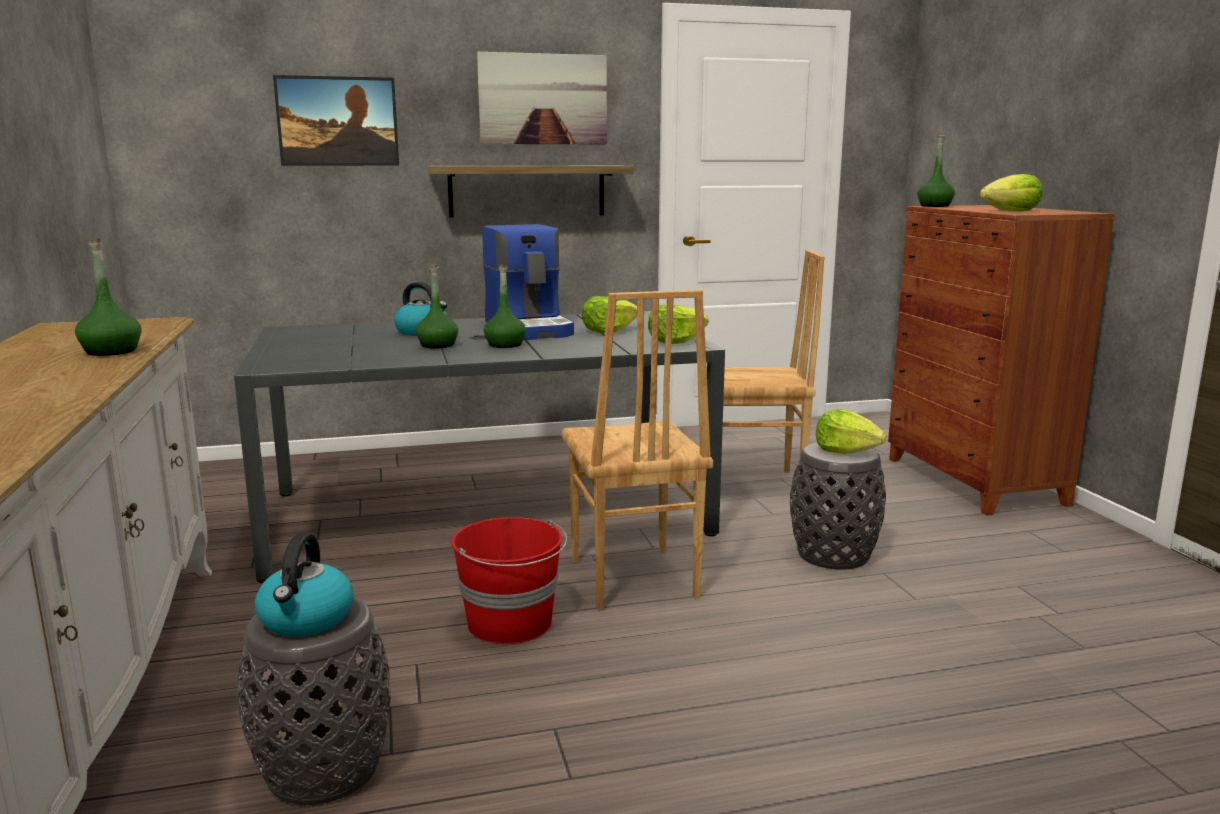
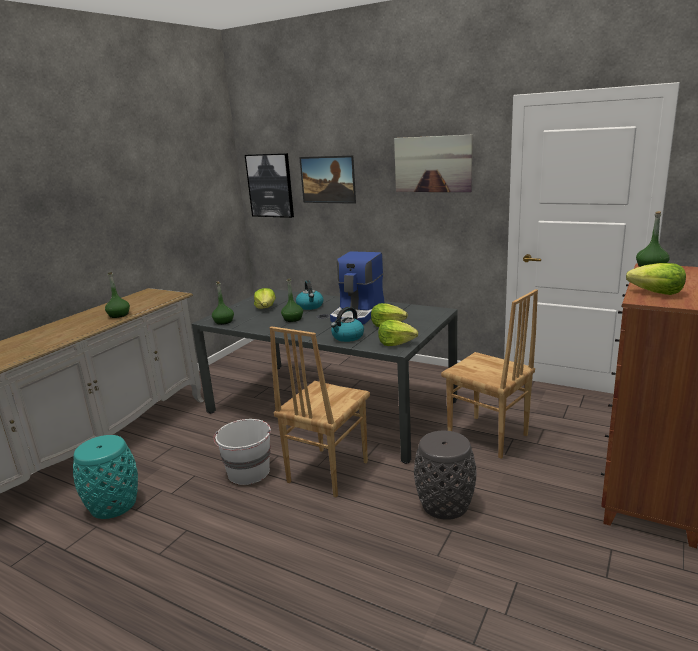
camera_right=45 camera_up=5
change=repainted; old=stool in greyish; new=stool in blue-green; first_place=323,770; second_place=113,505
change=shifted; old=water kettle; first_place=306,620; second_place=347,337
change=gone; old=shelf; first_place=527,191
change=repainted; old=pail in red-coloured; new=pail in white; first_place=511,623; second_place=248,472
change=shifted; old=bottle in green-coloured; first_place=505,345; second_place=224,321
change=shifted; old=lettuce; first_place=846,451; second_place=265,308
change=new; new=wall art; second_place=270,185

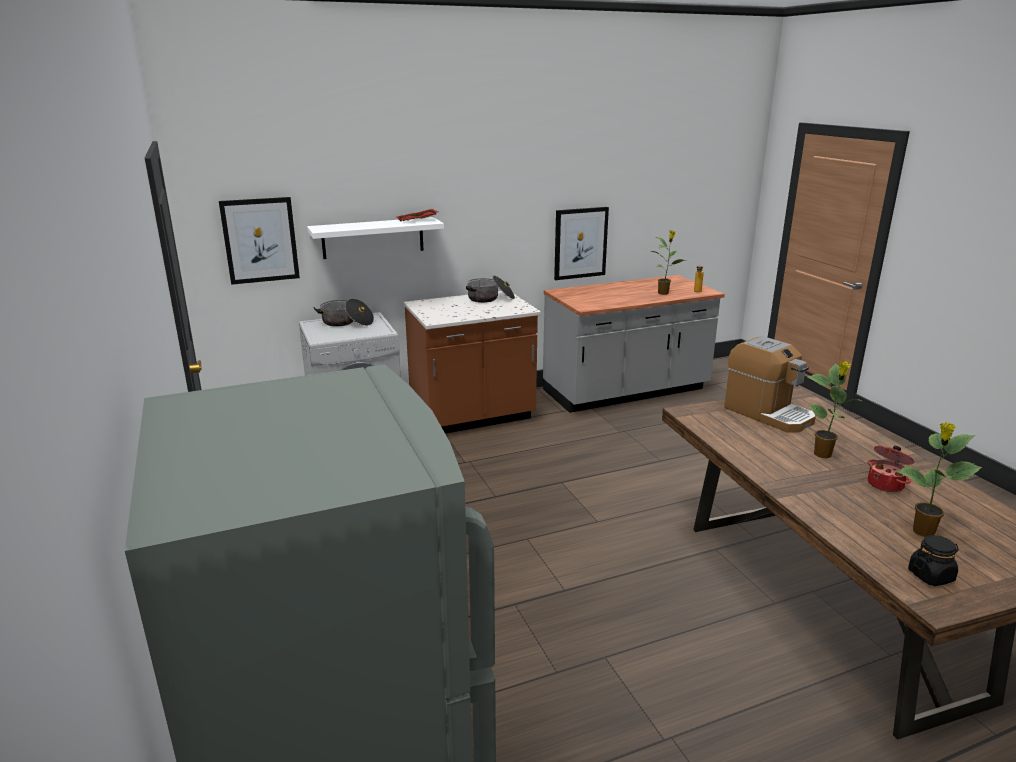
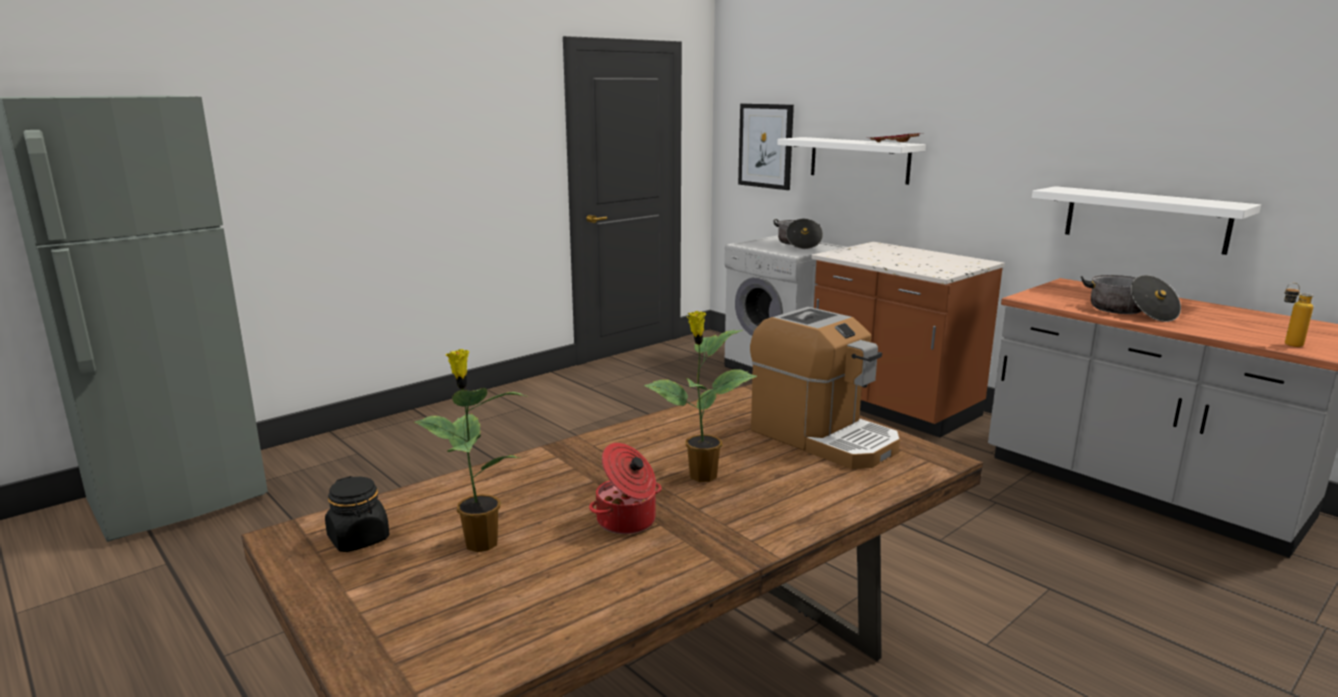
camera_right=70 camera_up=-5
change=shifted; old=saucepot; first_place=490,298; second_place=1129,311
change=swapped; old=wall art; new=shelf in white; first_place=580,243; second_place=1145,219
change=gone; old=plant in a pot; first_place=664,293
change=rotated; old=coffee maker; first_place=768,413; second_place=823,438; degrees=-75

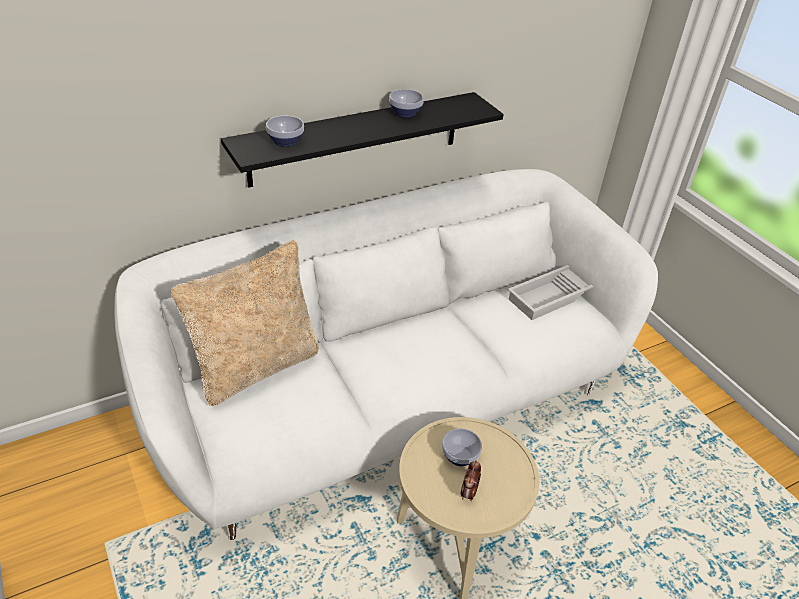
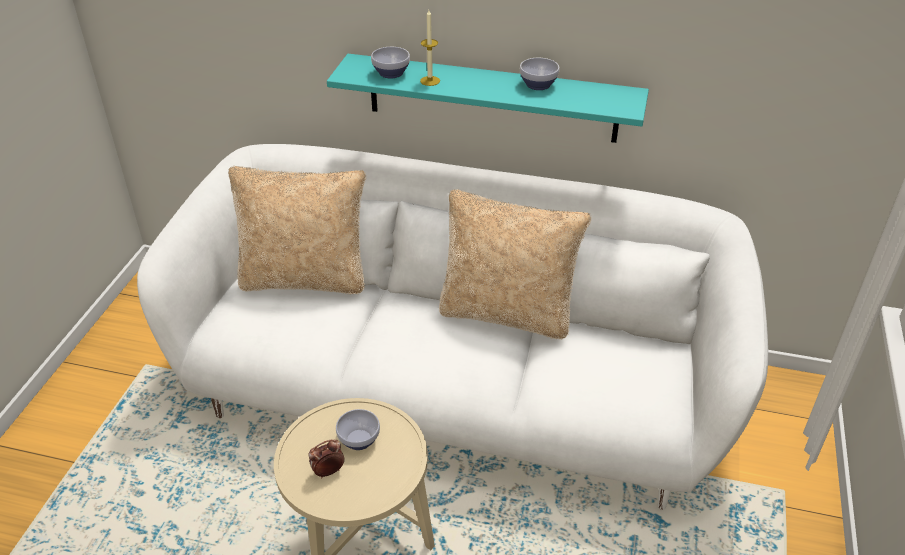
camera_right=45 camera_up=0
change=repainted; old=shelf in black; new=shelf in blue-green; first_place=356,139; second_place=492,98
change=gone; old=carrying tray in white; first_place=554,296
change=new; new=wax candle; second_place=430,81
change=new; new=pillow in sand-coloured; second_place=507,317

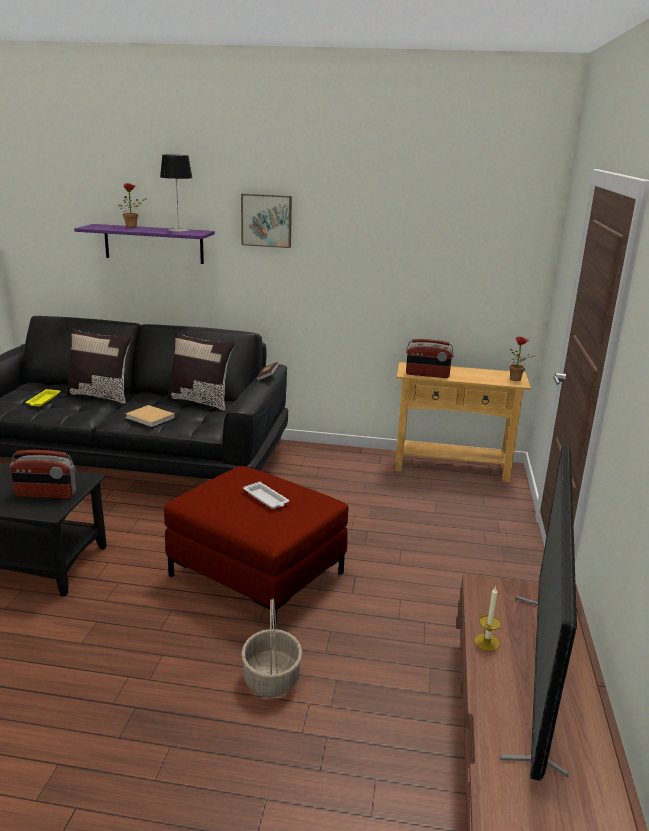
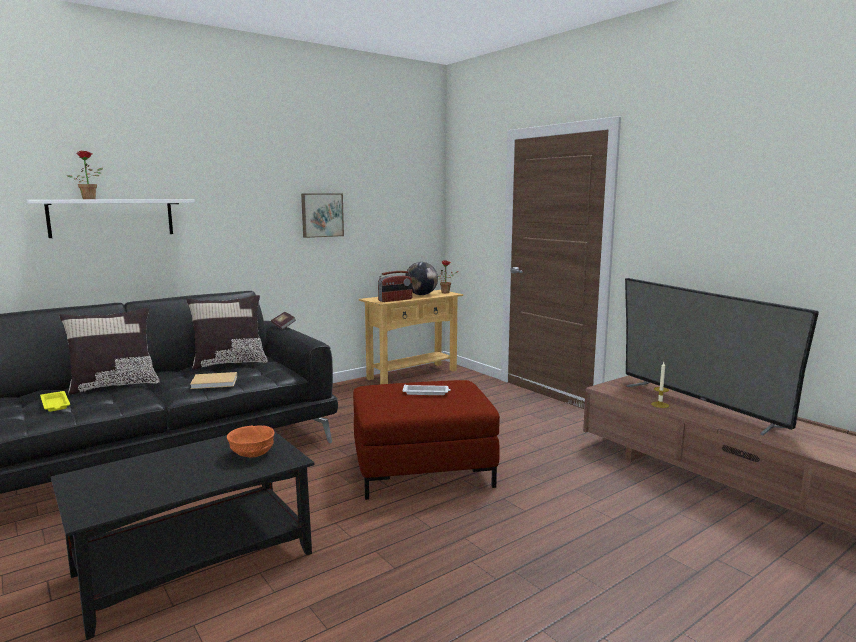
camera_right=-45 camera_up=-10
change=swapped; old=radio set; new=serving bowl in orange-coloured; first_place=46,494; second_place=252,453
change=repainted; old=shelf in purple-coloured; new=shelf in white; first_place=153,244; second_place=112,217
change=gone; old=table lamp; first_place=178,230
change=shifted; old=wall art; first_place=267,220; second_place=321,215
change=gone; old=basket; first_place=272,679
change=new; new=globe; second_place=421,295

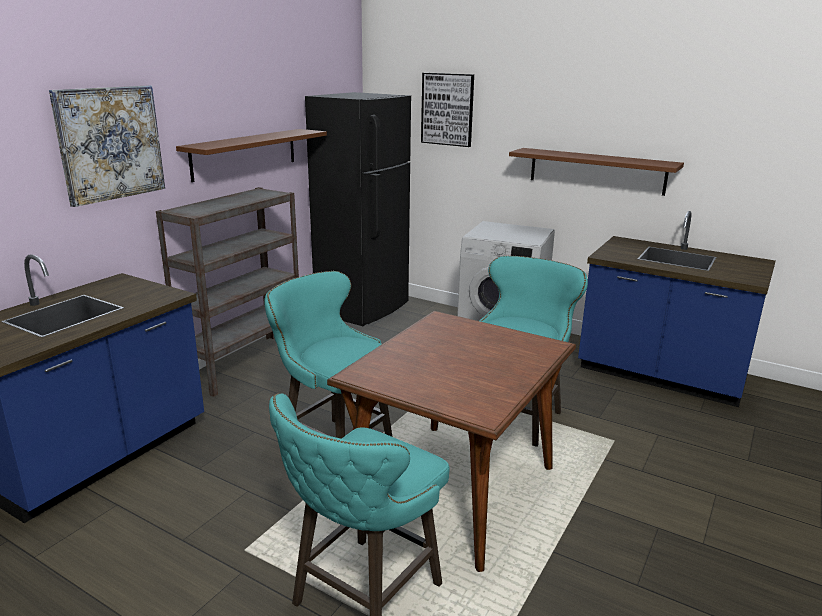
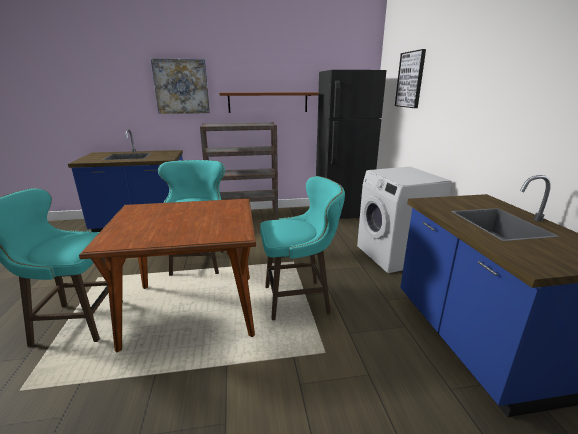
camera_right=50 camera_up=0
change=gone; old=shelf in brownish; first_place=596,171

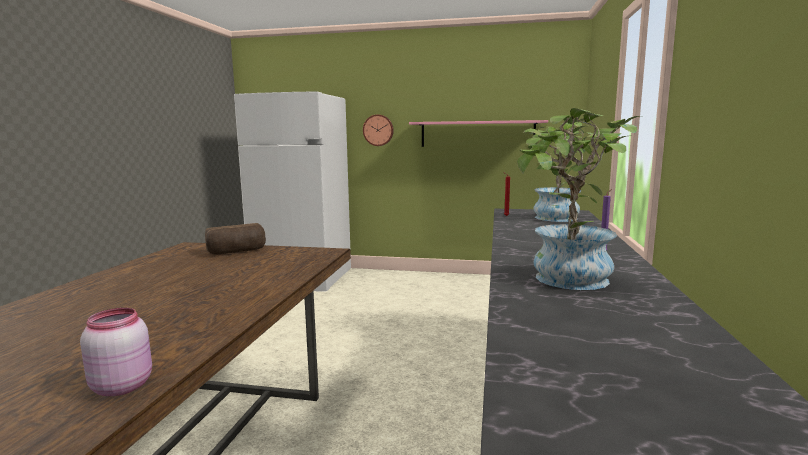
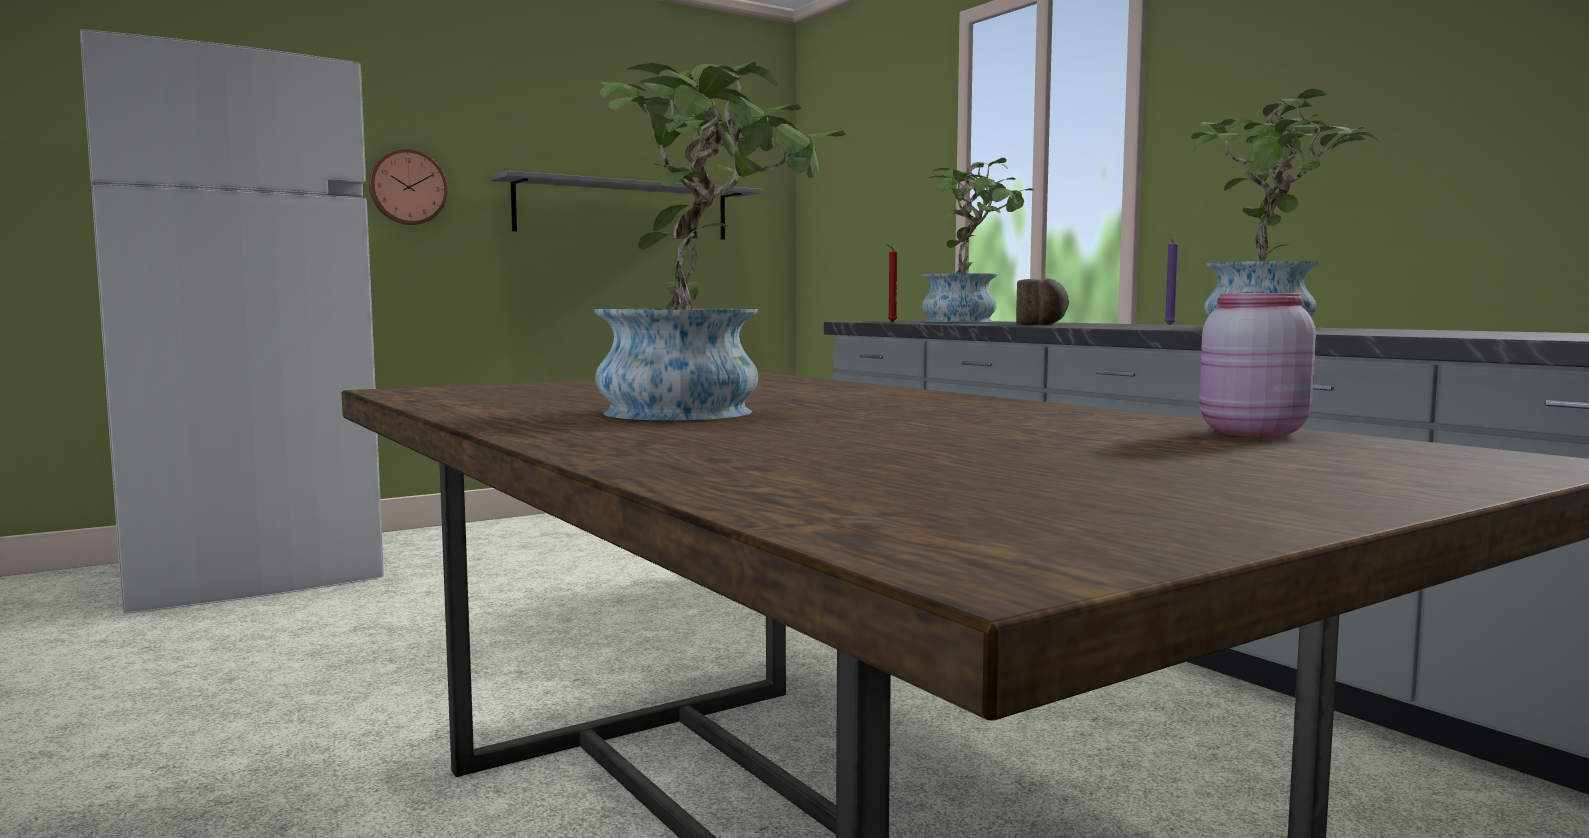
camera_right=-45 camera_up=-5
change=shifted; old=bakery bread; first_place=237,251; second_place=1043,324
change=repainted; old=shelf in pink-coloured; new=shelf in greyish; first_place=477,134; second_place=624,210
change=new; new=plant in a pot; second_place=702,411

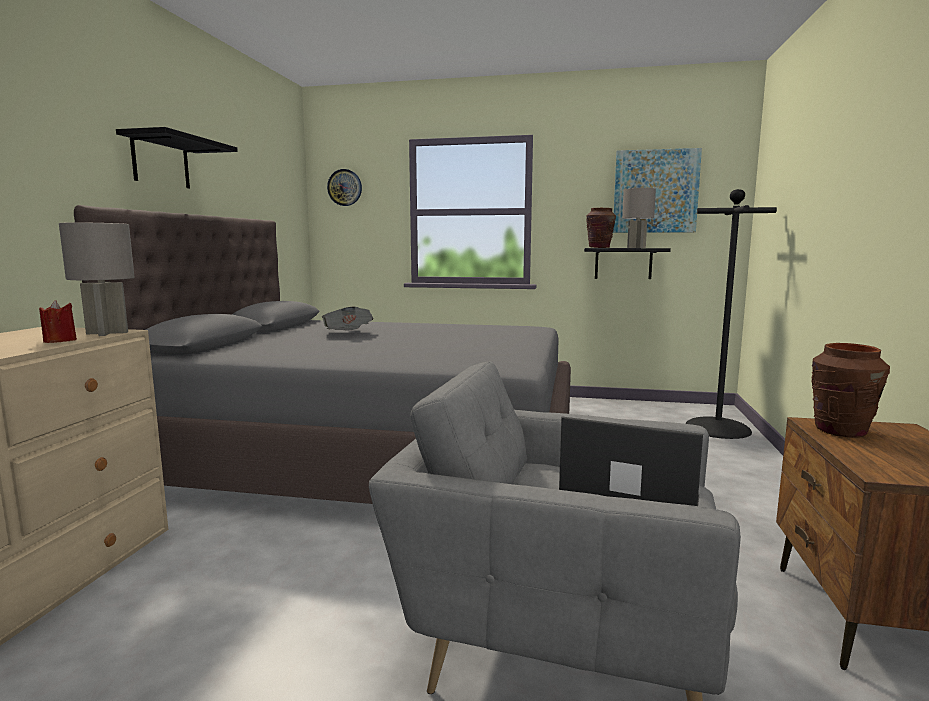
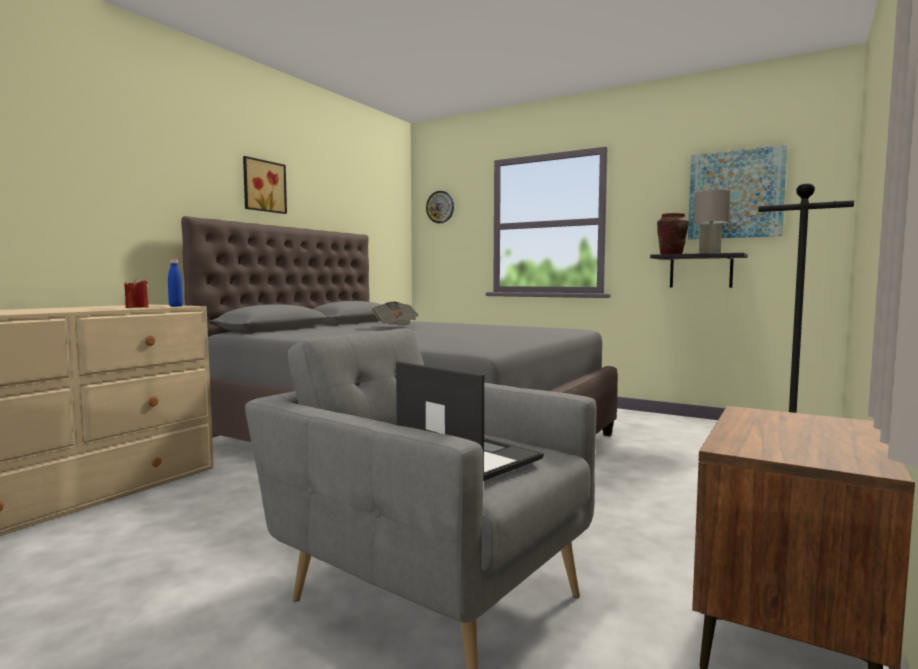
camera_right=20 camera_up=-5
change=swapped; old=table lamp in greyish; new=bottle in blue; first_place=107,333; second_place=176,306
change=swapped; old=shelf in black; new=wall art; first_place=161,162; second_place=263,186
change=gone; old=decorative vase in brownish; first_place=841,431

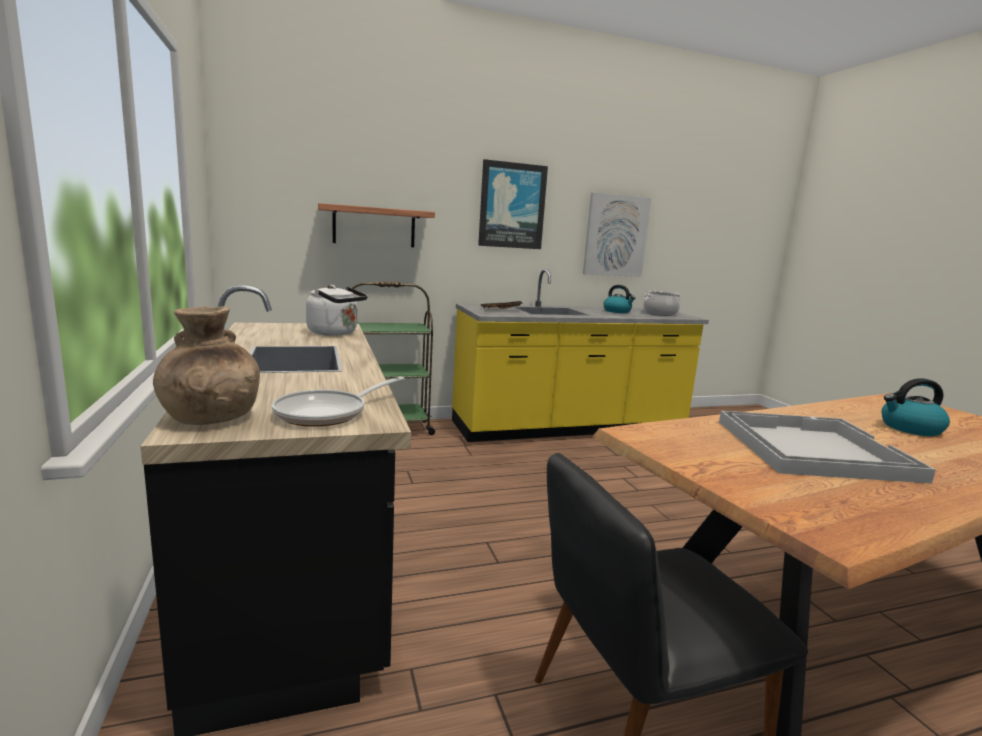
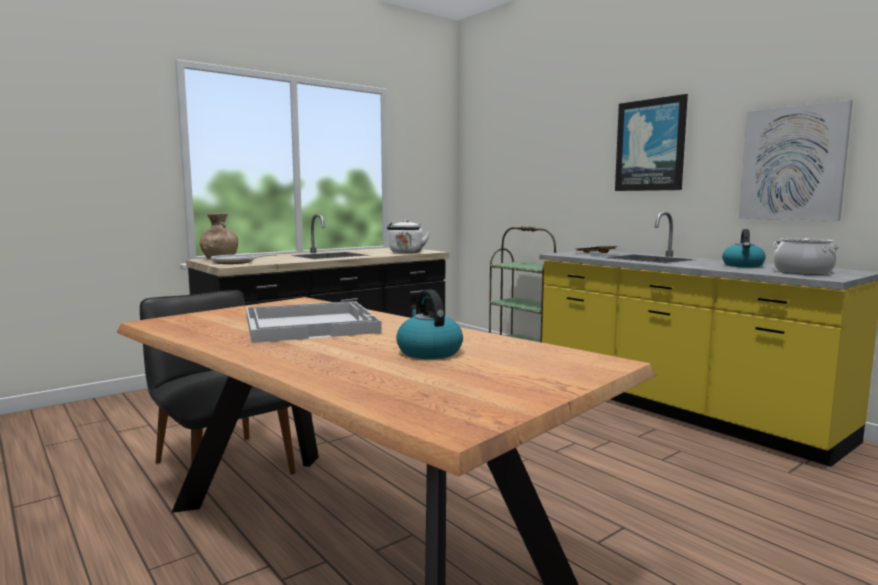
camera_right=70 camera_up=-5
change=gone; old=shelf; first_place=374,227

